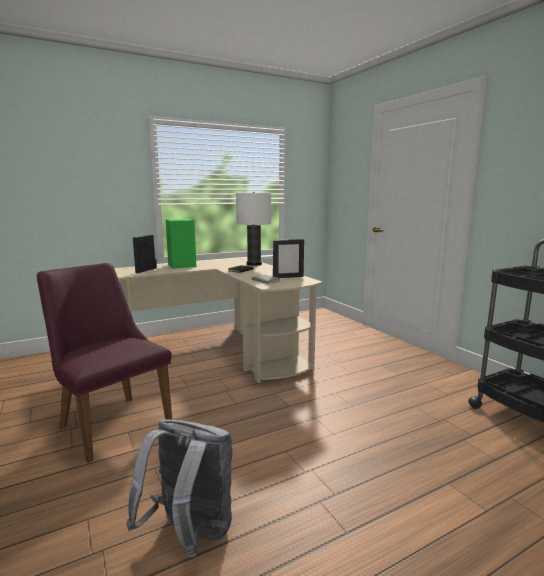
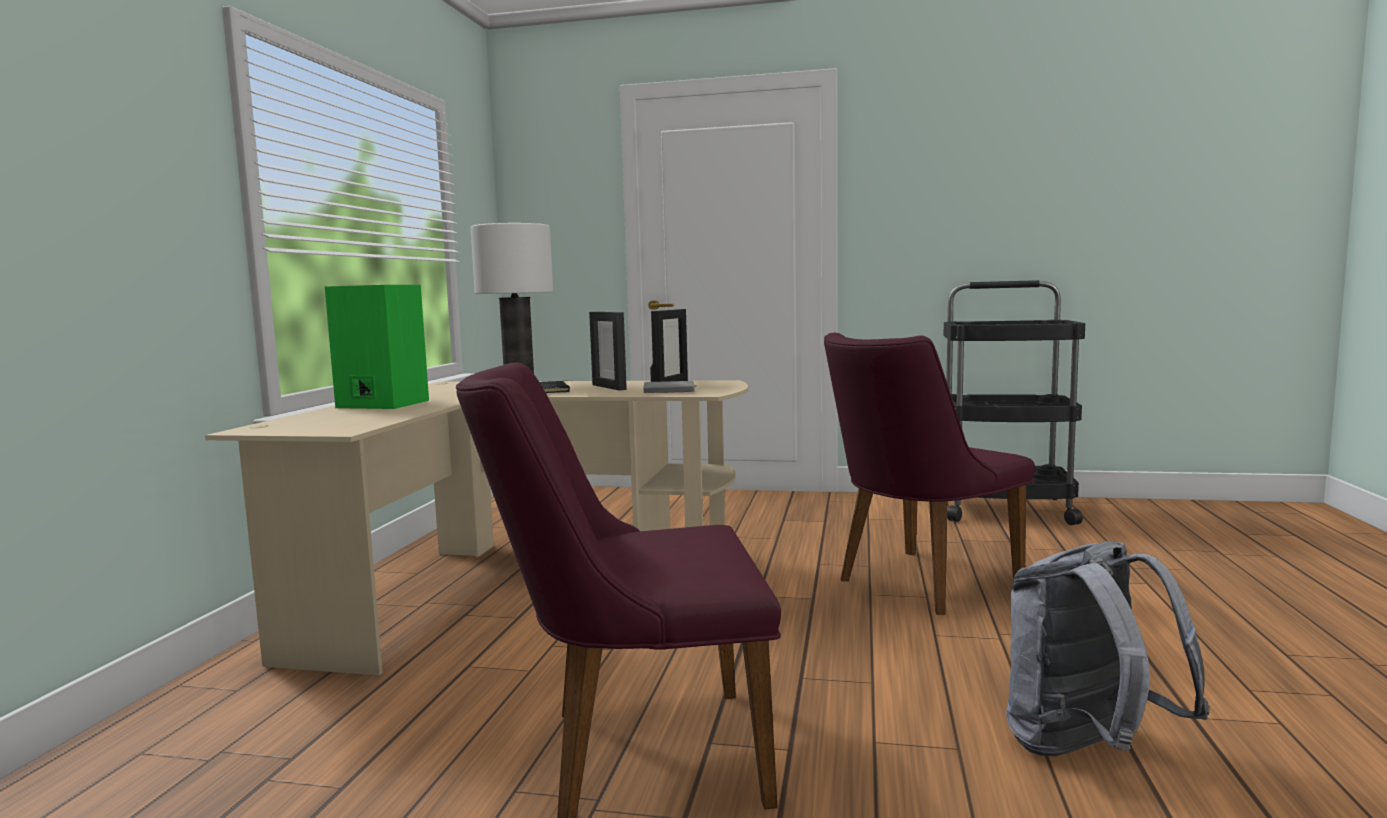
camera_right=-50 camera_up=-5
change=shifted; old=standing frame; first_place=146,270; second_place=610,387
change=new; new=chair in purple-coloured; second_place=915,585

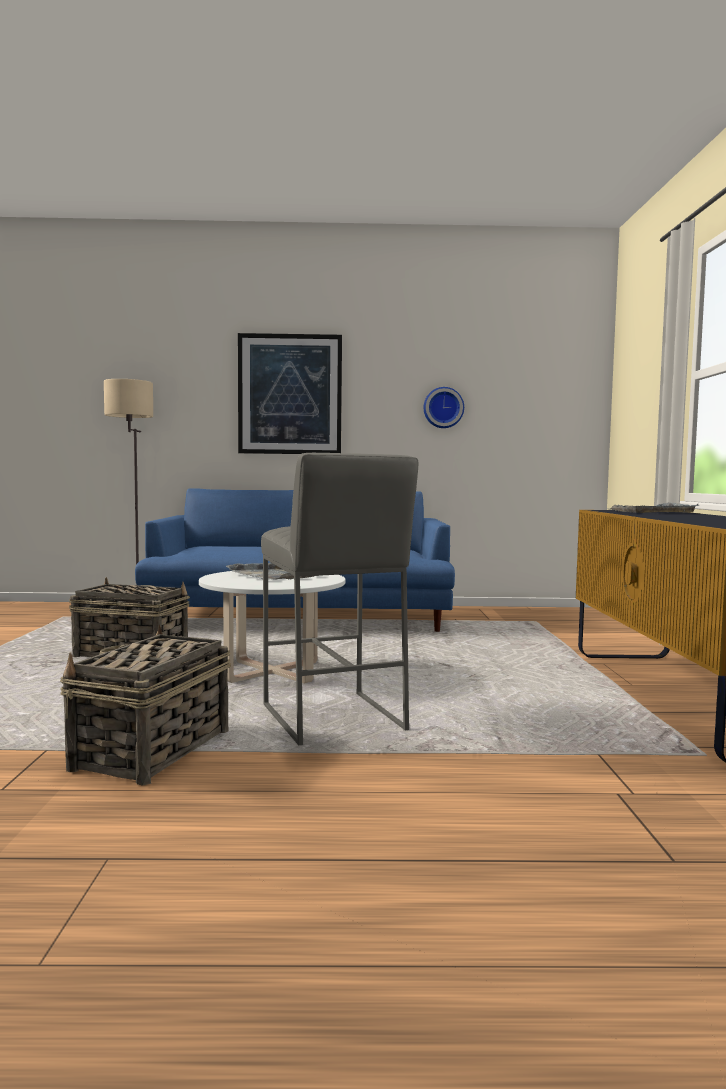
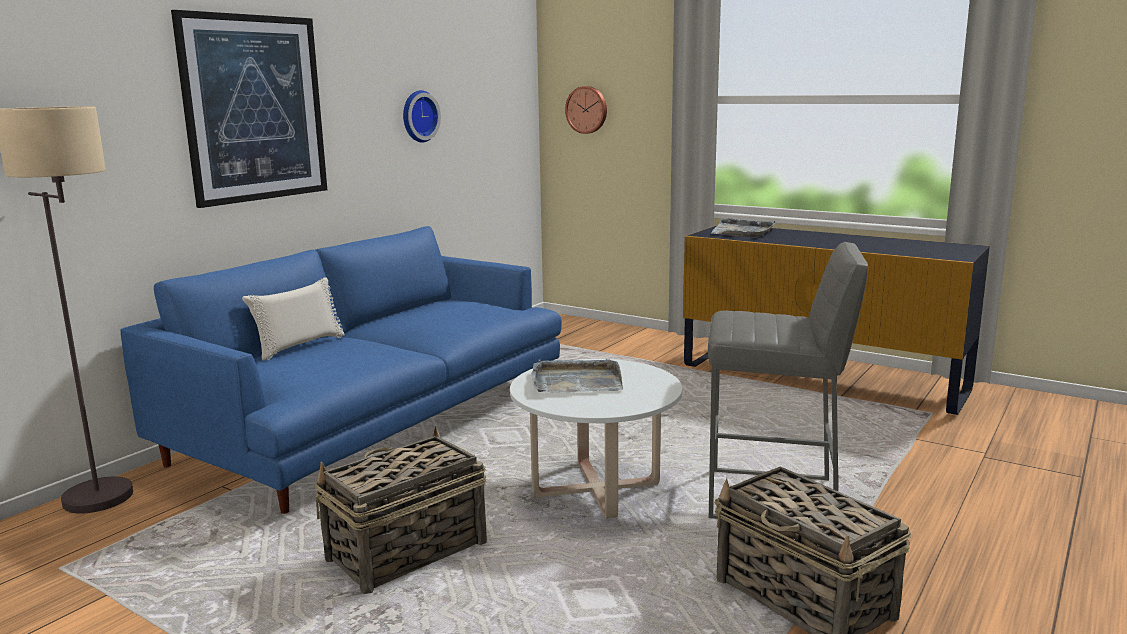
camera_right=-55 camera_up=10
change=new; new=pillow in white; second_place=299,346
change=new; new=clock on the wall; second_place=587,110

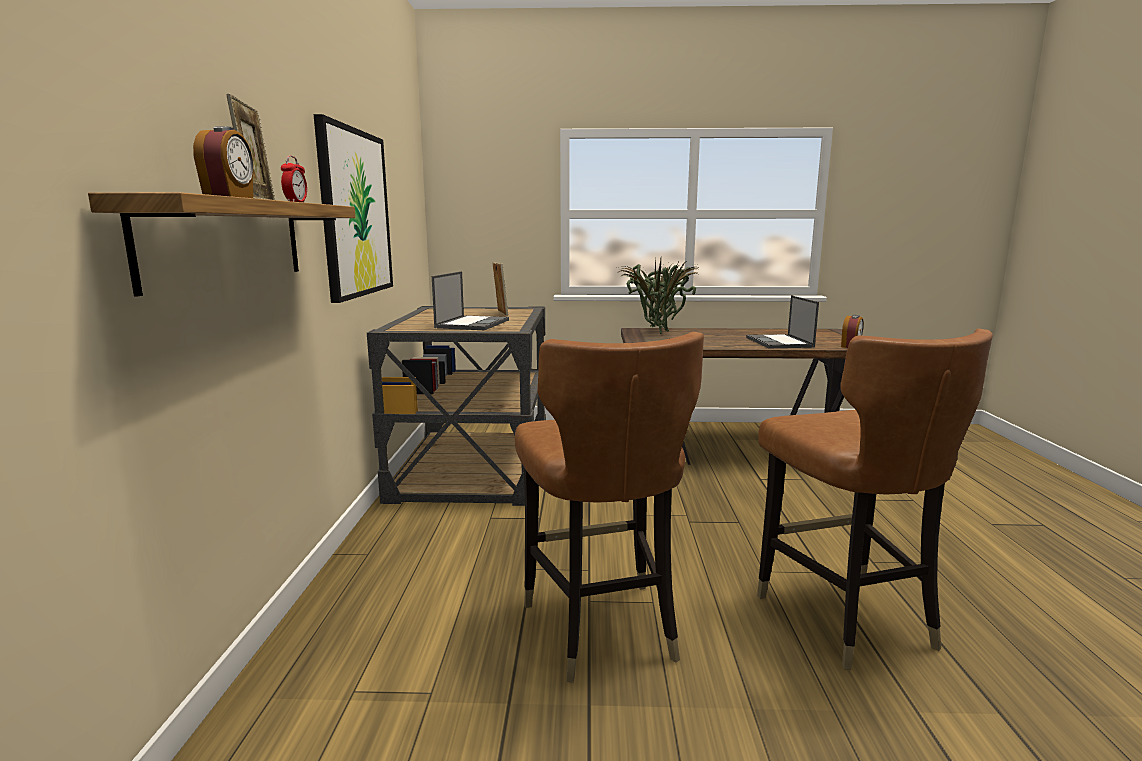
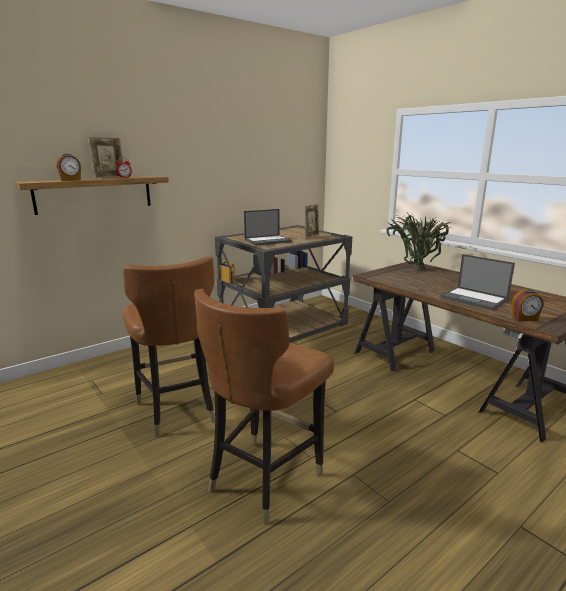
camera_right=50 camera_up=5
change=gone; old=wall art; first_place=355,213
change=rotated; old=chair in brownish; first_place=600,627; second_place=177,409; degrees=-60
change=rotated; old=notebook computer; first_place=780,342; second_place=475,299; degrees=-90

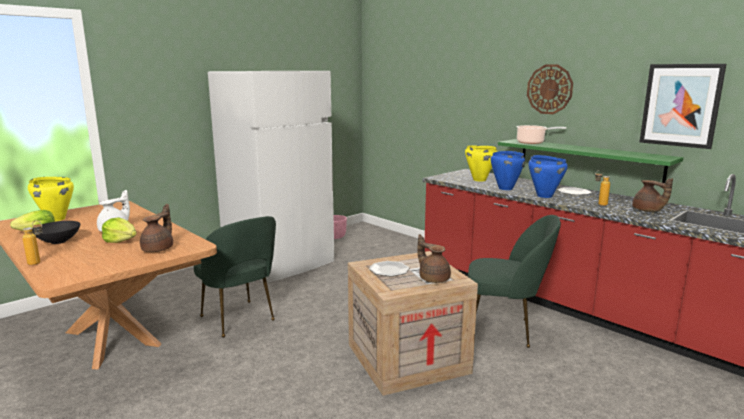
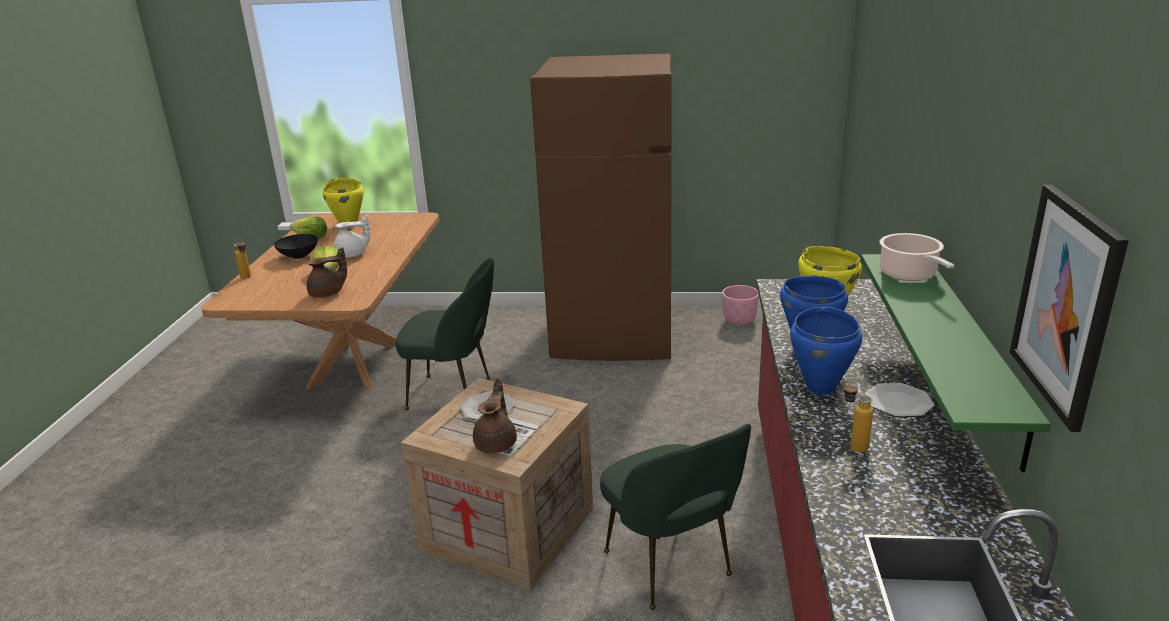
camera_right=50 camera_up=10
change=rotated; old=chair in green-coloured; first_place=239,321; second_place=456,395; degrees=-90
change=repainted; old=fridge in white; new=fridge in brownish; first_place=279,261; second_place=613,332
change=gone; old=clock on the wall; first_place=549,89
change=gone; old=teapot in brownish; first_place=648,211

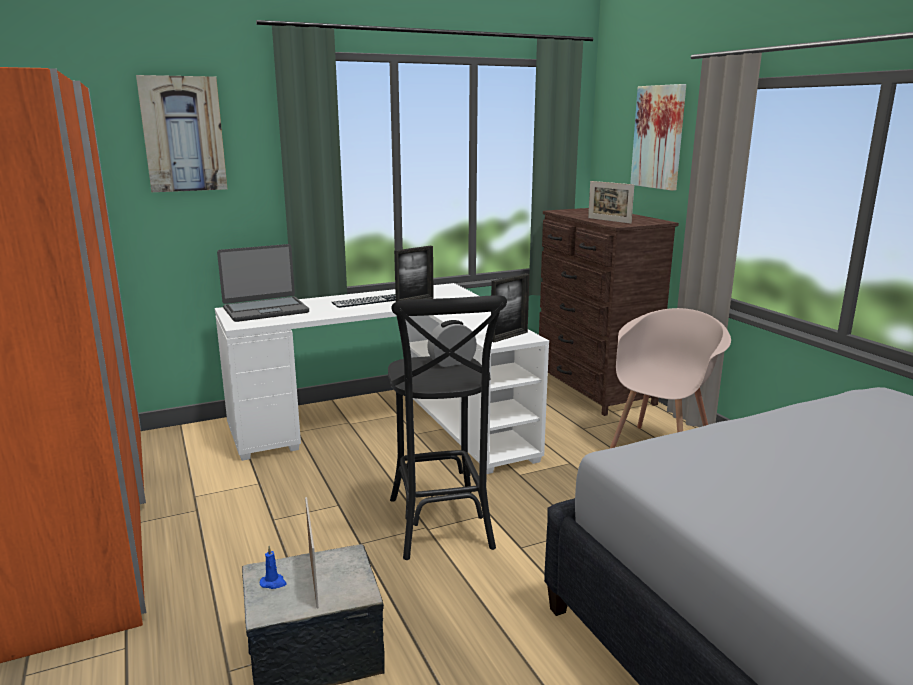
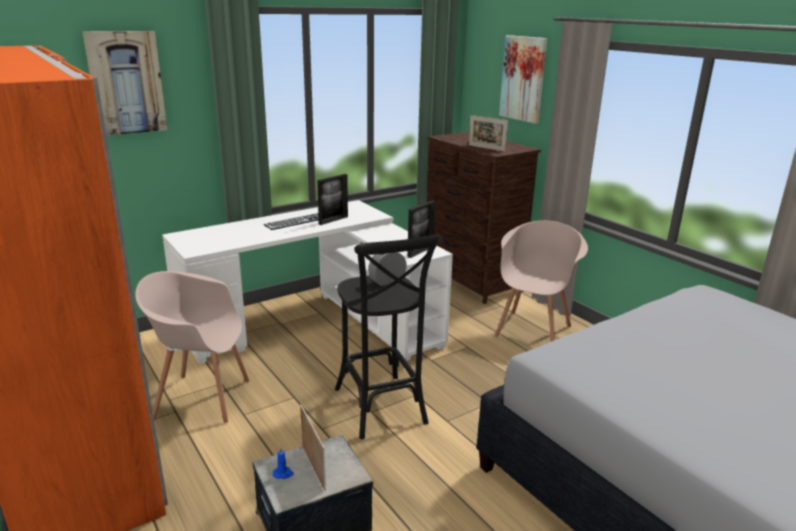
camera_right=-10 camera_up=5
change=gone; old=notebook computer; first_place=265,310
change=new; new=chair in sand-coloured; second_place=201,399

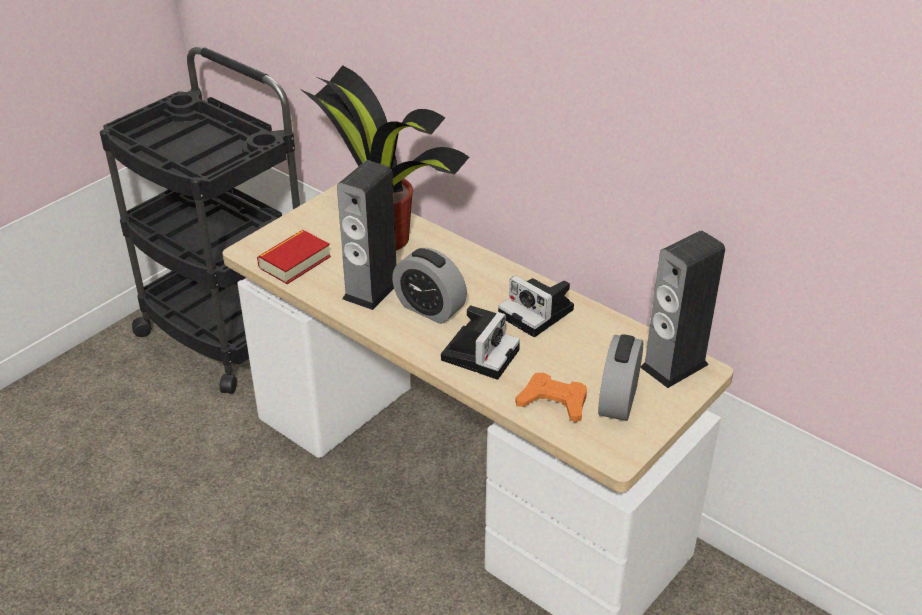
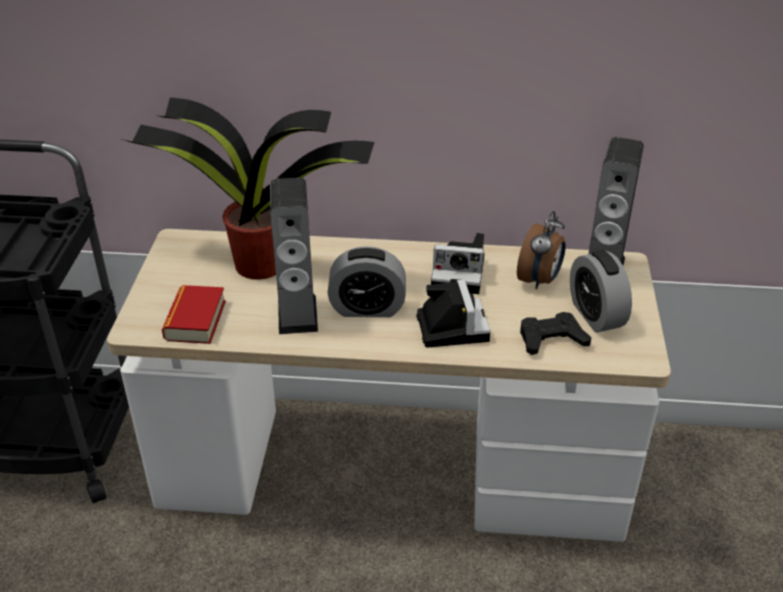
camera_right=-35 camera_up=0
change=repainted; old=joypad in orange-coloured; new=joypad in black; first_place=553,402; second_place=551,339
change=new; new=alarm clock; second_place=540,280

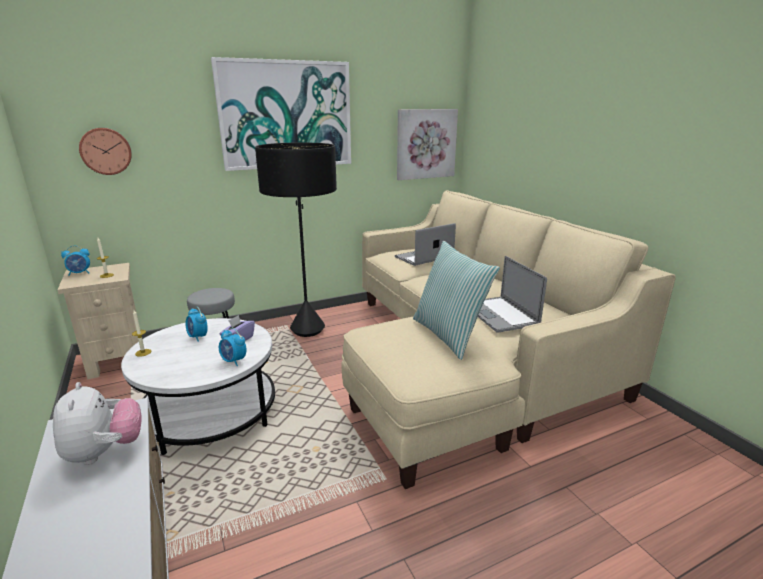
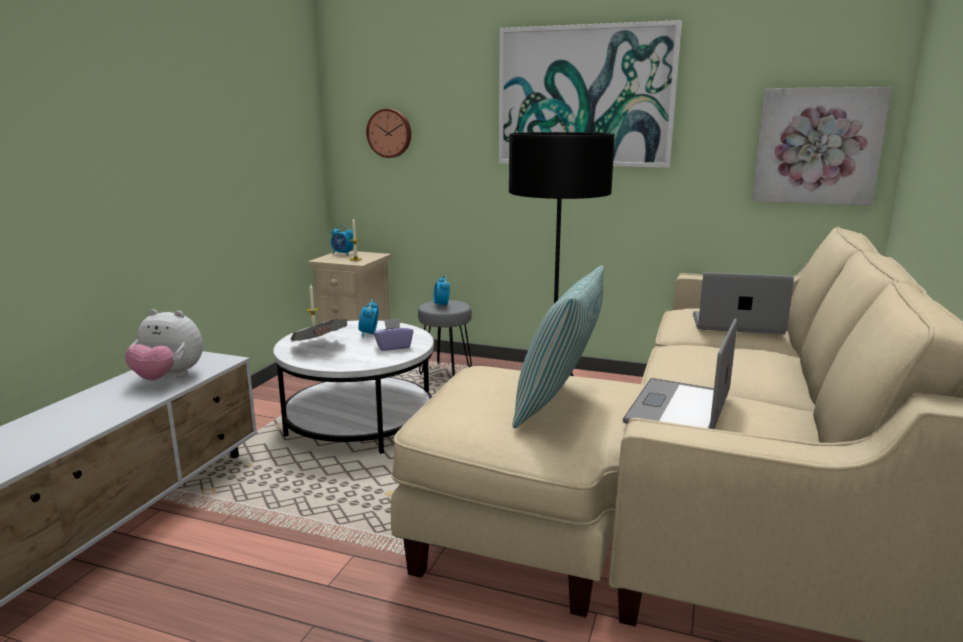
camera_right=45 camera_up=-5
change=rotated; old=cuddly toy; first_place=104,452; second_place=168,378; degrees=75
change=shifted; old=alarm clock; first_place=234,361; second_place=441,305
change=new; new=newspaper; second_place=320,346

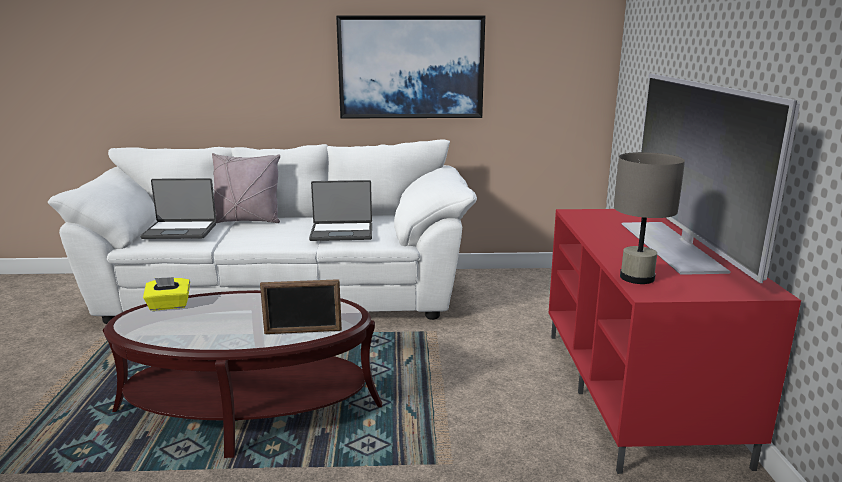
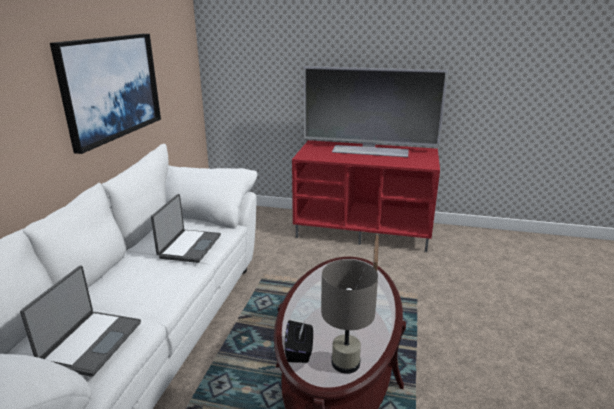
camera_right=-75 camera_up=5
change=repainted; old=box of tissues in yellow; new=box of tissues in black; first_place=169,306; second_place=299,351
change=gone; old=pillow in purple-coloured; first_place=247,221
change=shifted; old=table lamp in greyish; first_place=636,278; second_place=346,363

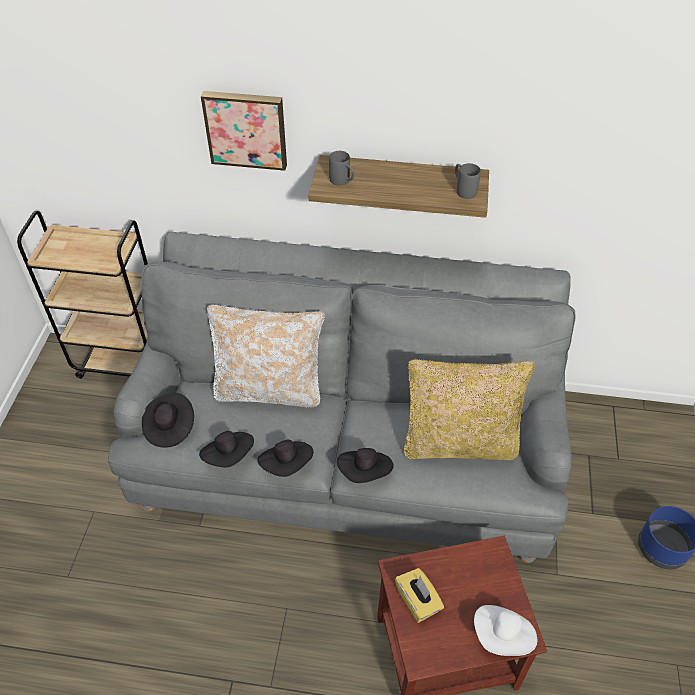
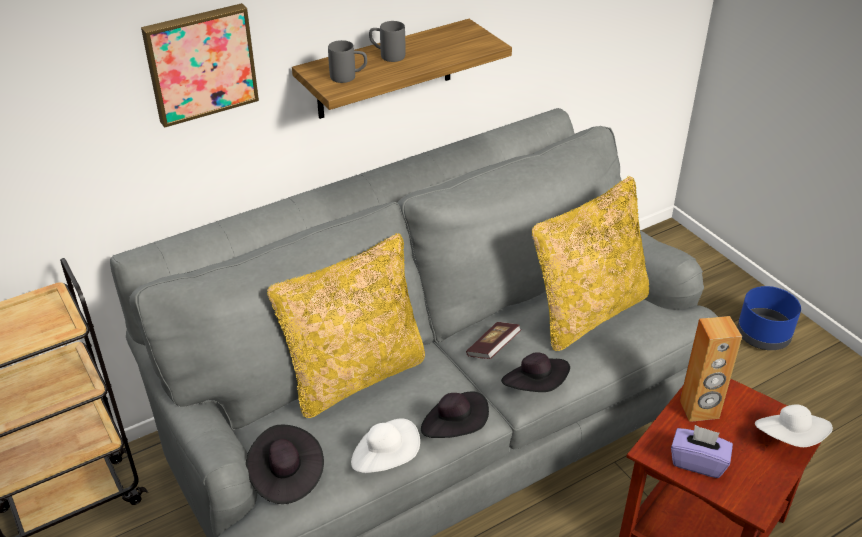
camera_right=-40 camera_up=-10
change=repainted; old=hat in black; new=hat in white; first_place=229,456; second_place=385,459
change=repainted; old=pillow in white; new=pillow in yellow; first_place=270,392; second_place=357,378
change=repainted; old=box of tissues in yellow; new=box of tissues in purple-coloured; first_place=418,601; second_place=698,462
change=shifted; old=coffee mug in greyish; first_place=463,189; second_place=387,55
change=new; new=volume; second_place=493,348
change=new; new=speaker in brownish; second_place=699,410

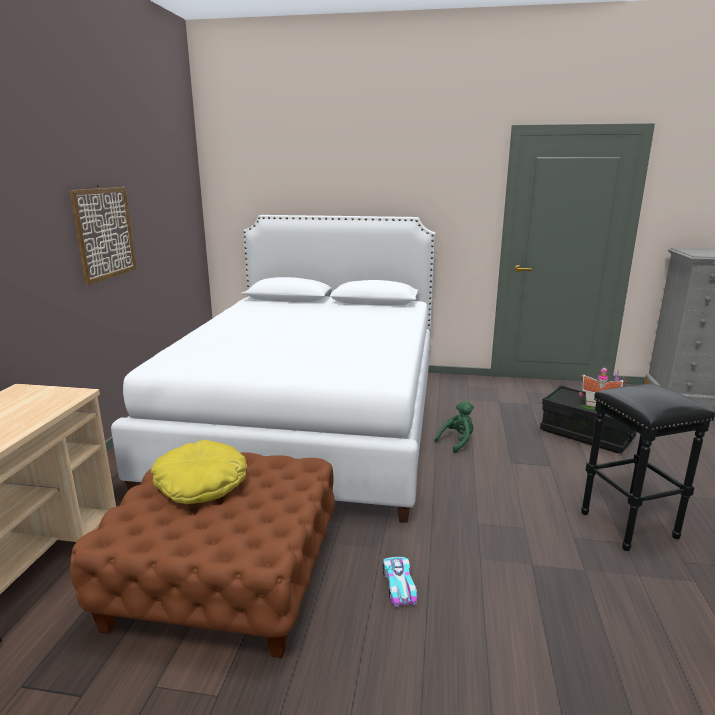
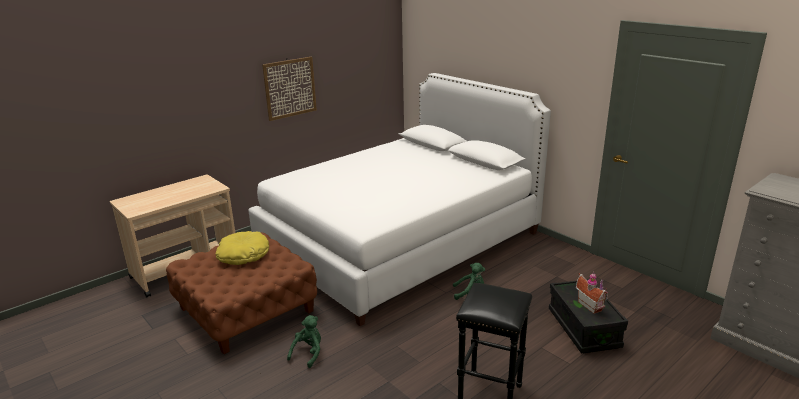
camera_right=40 camera_up=5
change=swapped; old=miniature car; new=cuddly toy in green-coloured; first_place=399,585; second_place=308,353

